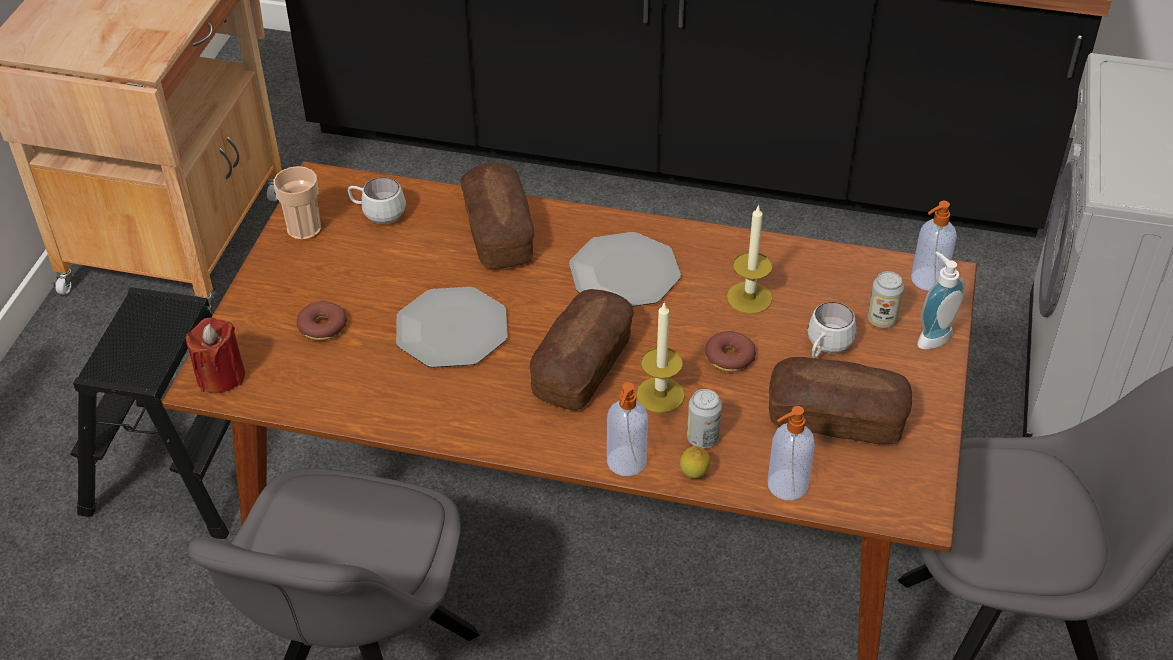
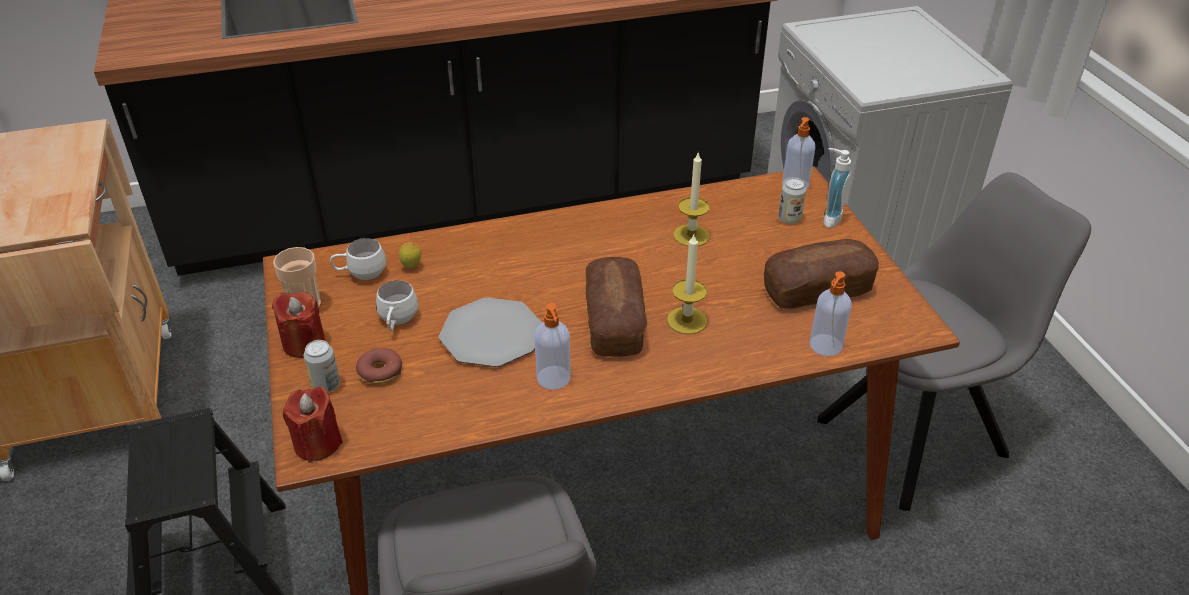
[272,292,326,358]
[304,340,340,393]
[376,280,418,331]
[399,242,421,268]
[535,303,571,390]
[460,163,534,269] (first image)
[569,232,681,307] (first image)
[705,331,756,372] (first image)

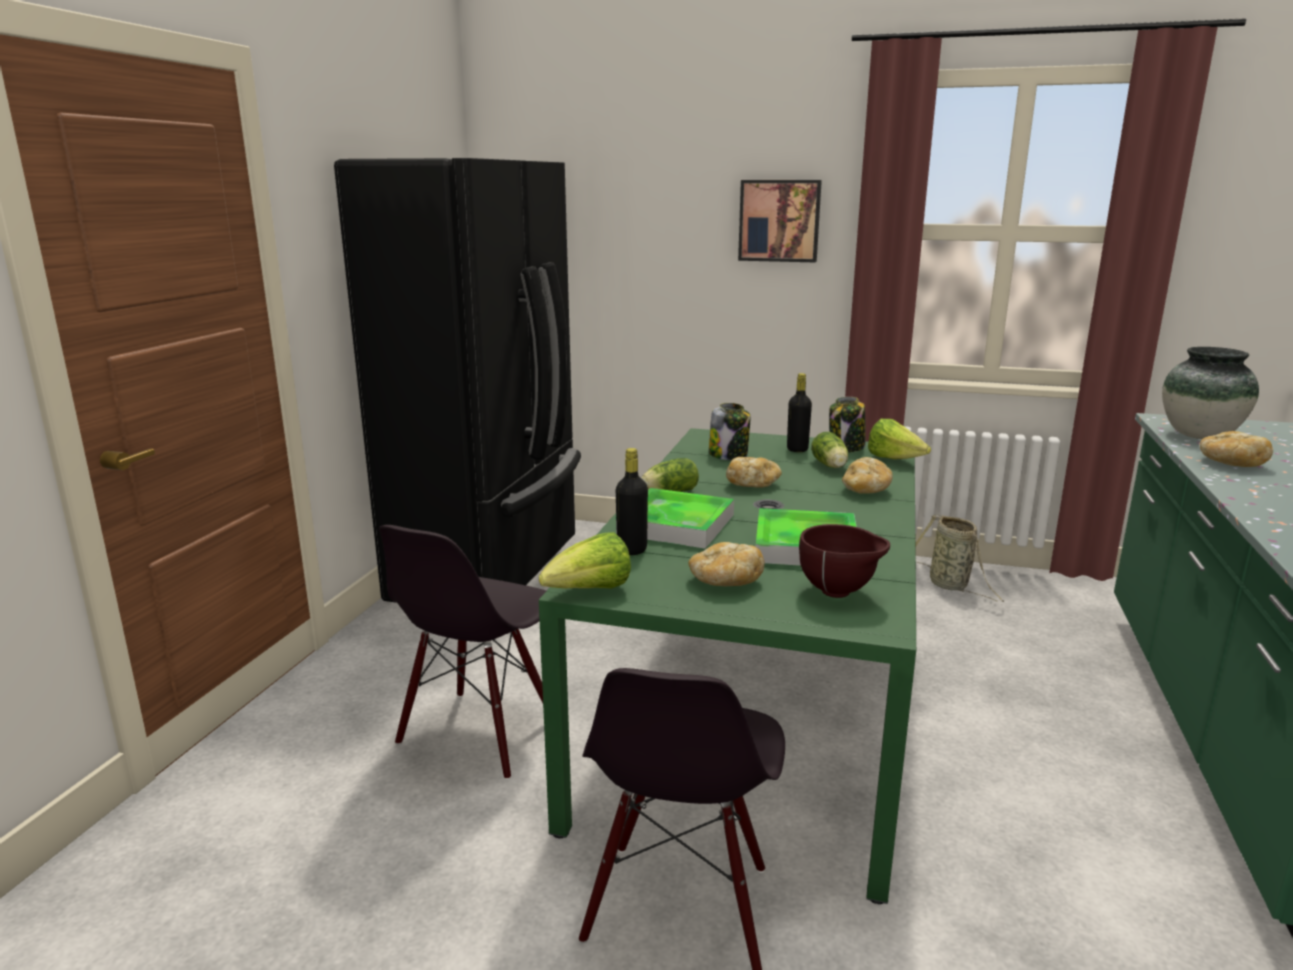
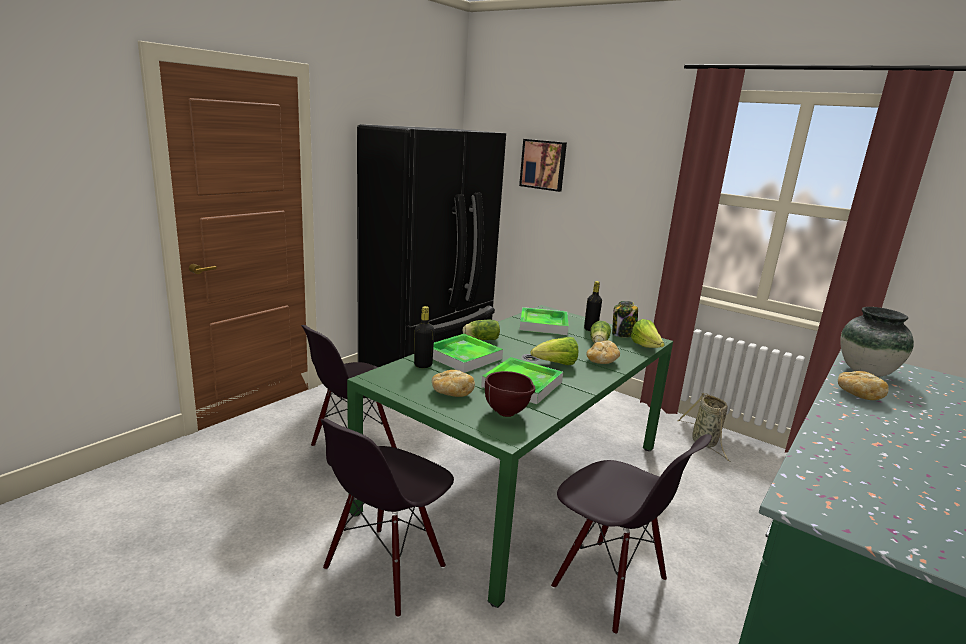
[519,139,567,192]
[519,307,569,335]
[531,337,578,365]
[551,434,712,635]
[726,457,782,488] (first image)

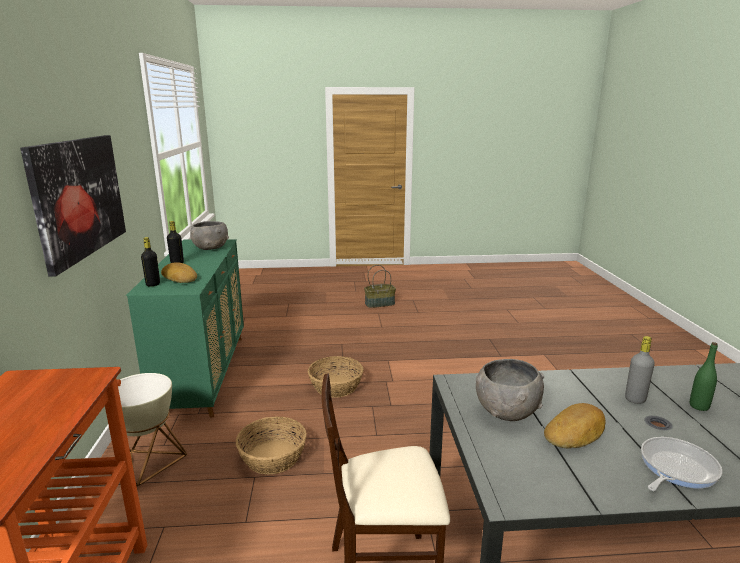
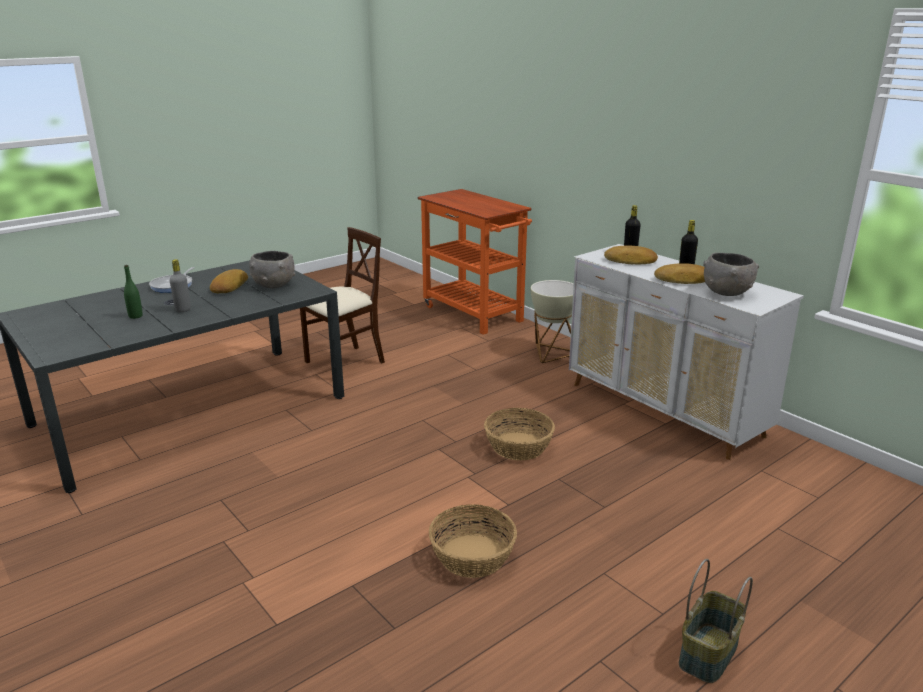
[429,505,517,578]
[569,244,804,460]
[654,263,705,284]
[20,135,126,277] (first image)

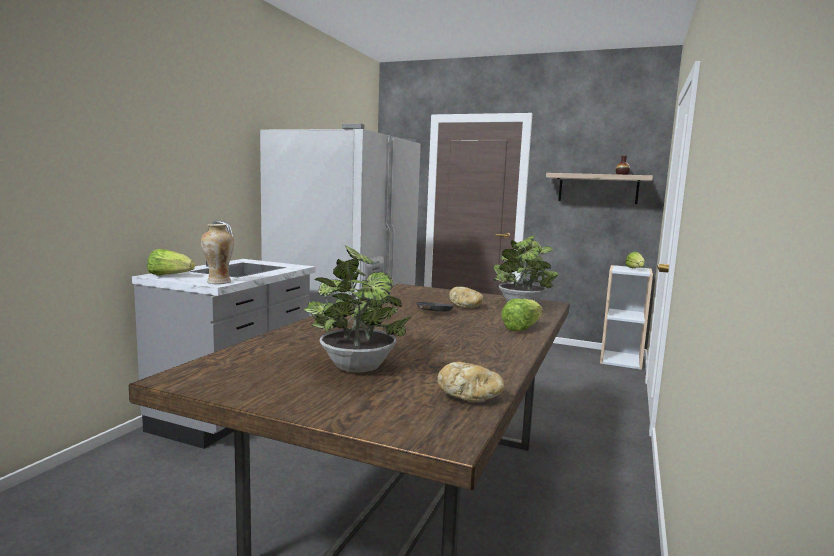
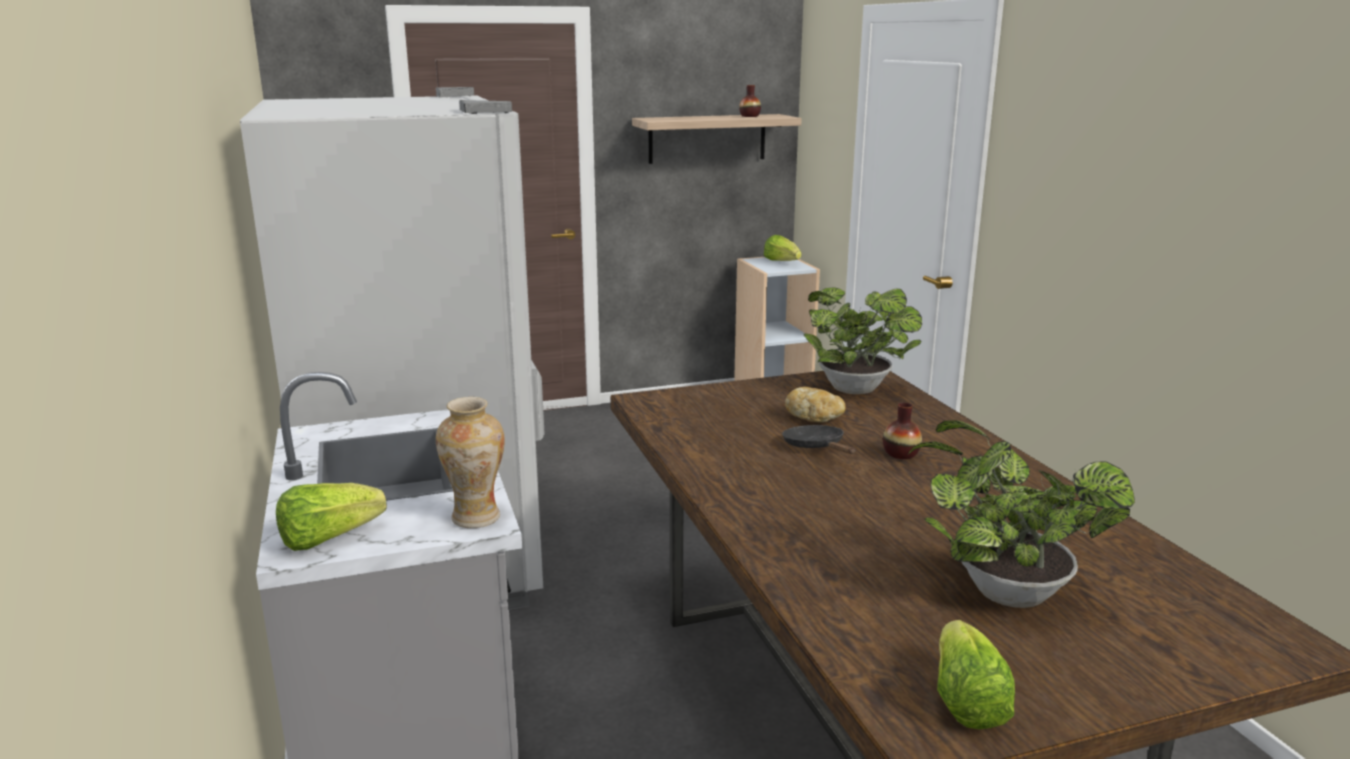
[883,403,922,459]
[937,620,1015,729]
[437,362,504,402] (first image)

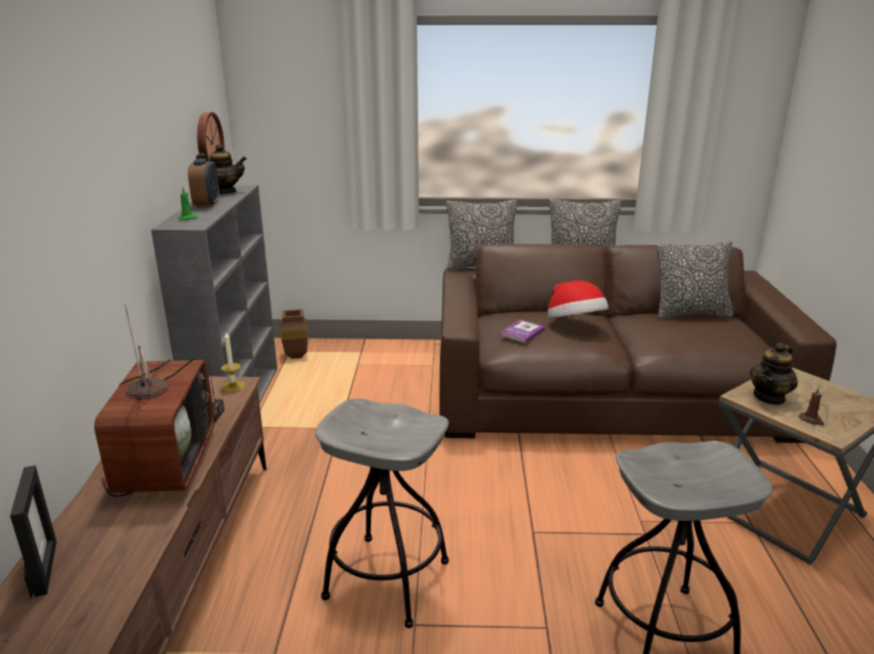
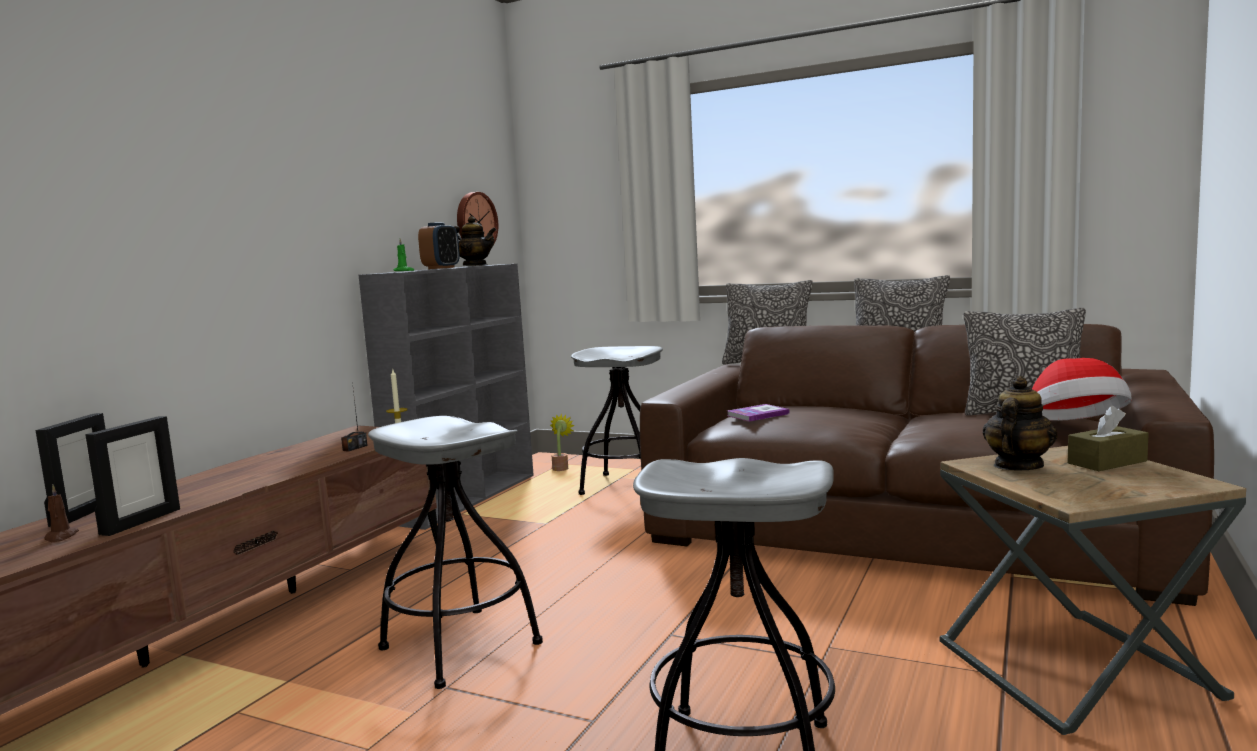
[44,485,79,542]
[85,416,180,536]
[550,413,575,471]
[571,346,663,495]
[982,376,1058,470]
[1032,358,1132,421]
[1068,406,1149,471]
[94,304,215,497] (first image)

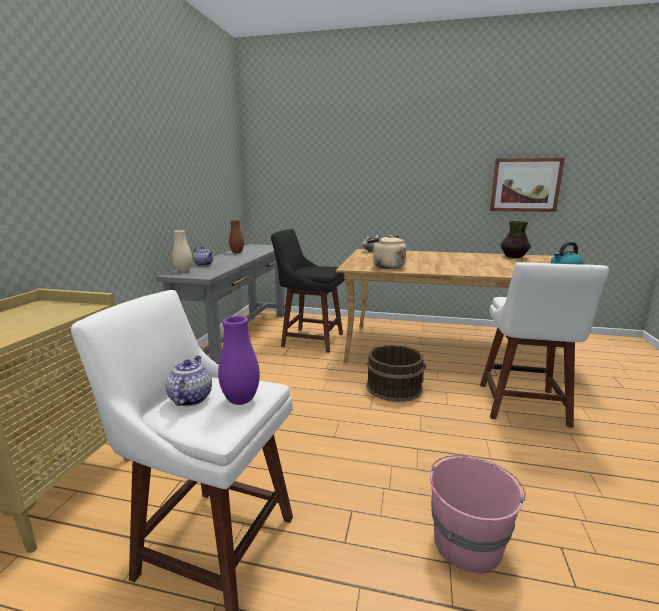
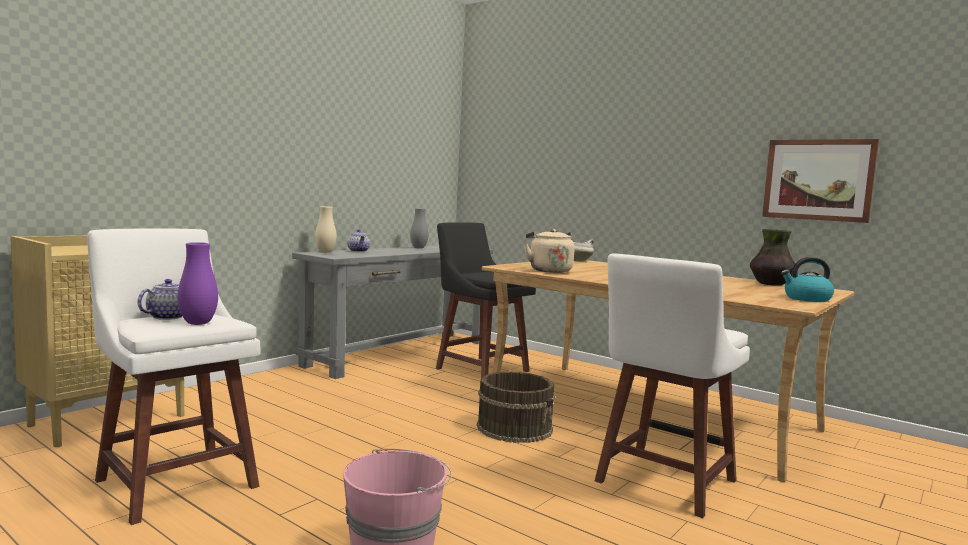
[410,208,429,248]

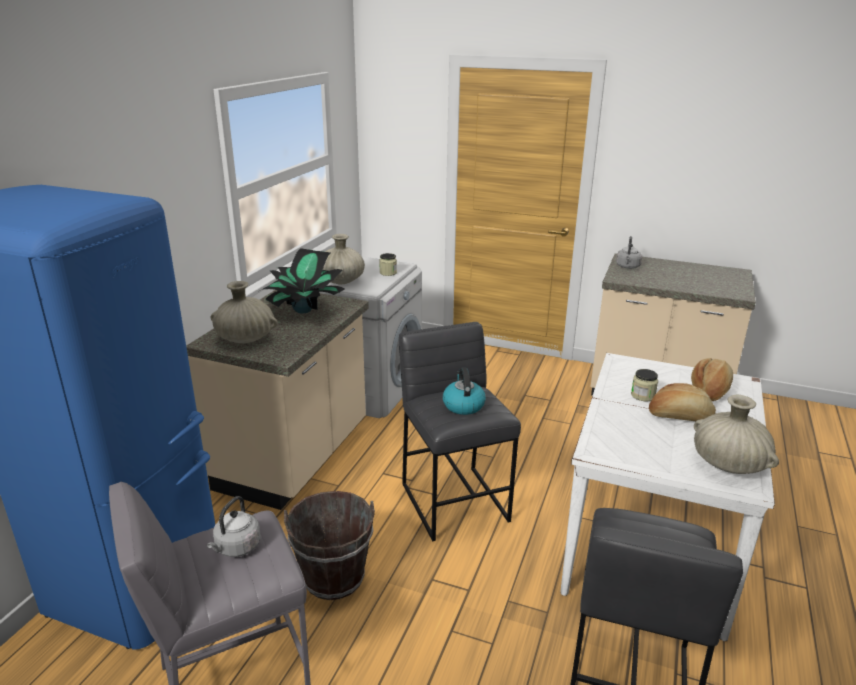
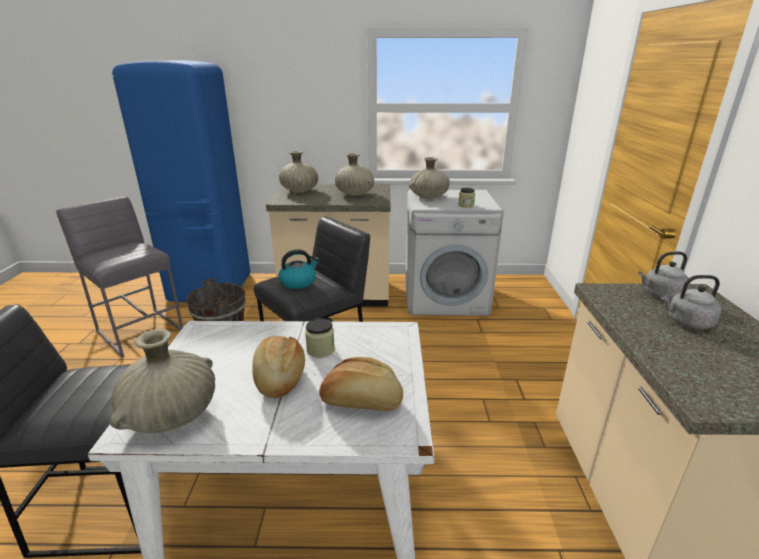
[335,153,374,196]
[661,275,722,329]

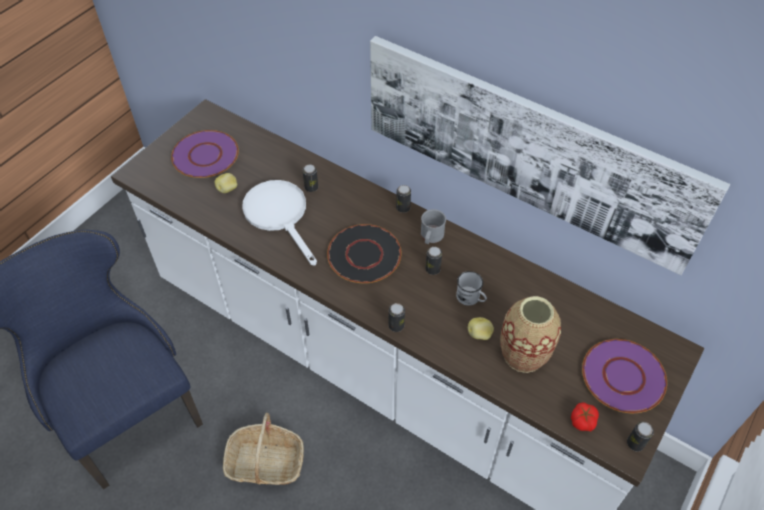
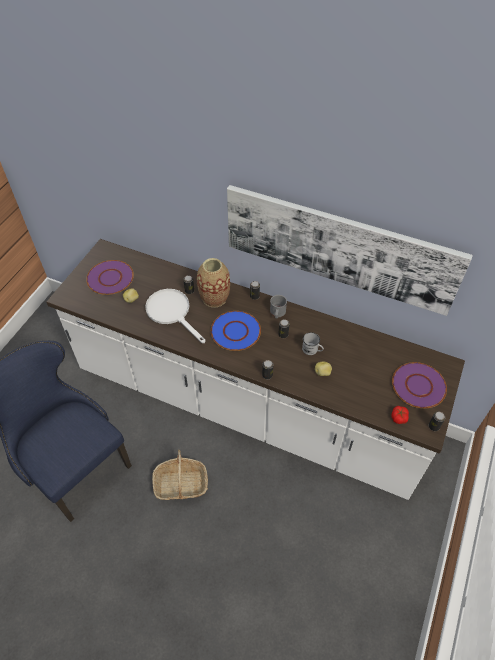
[197,258,230,307]
[211,311,261,351]

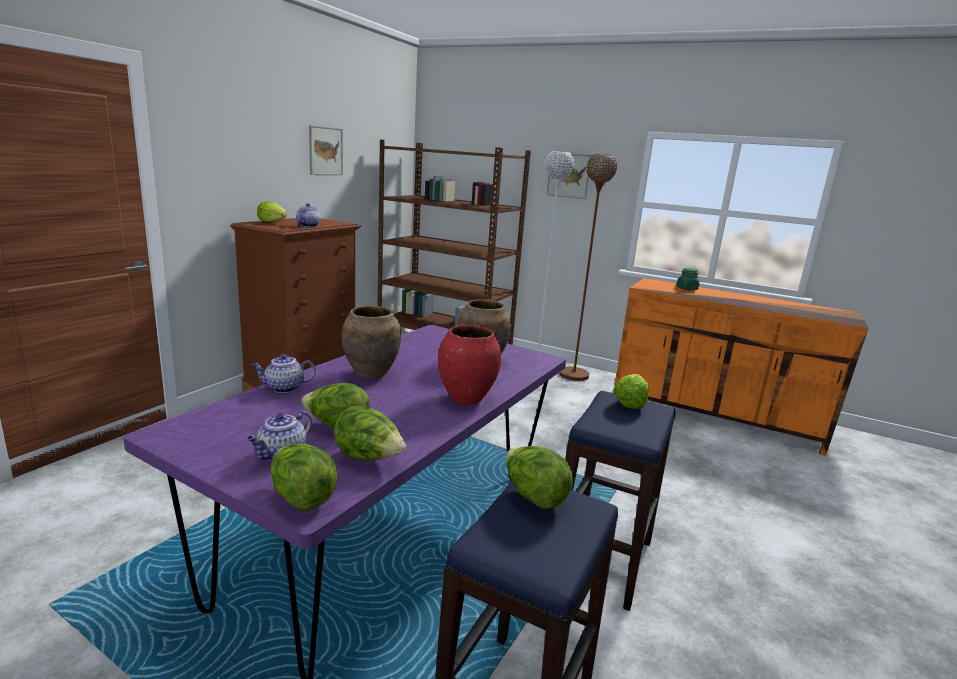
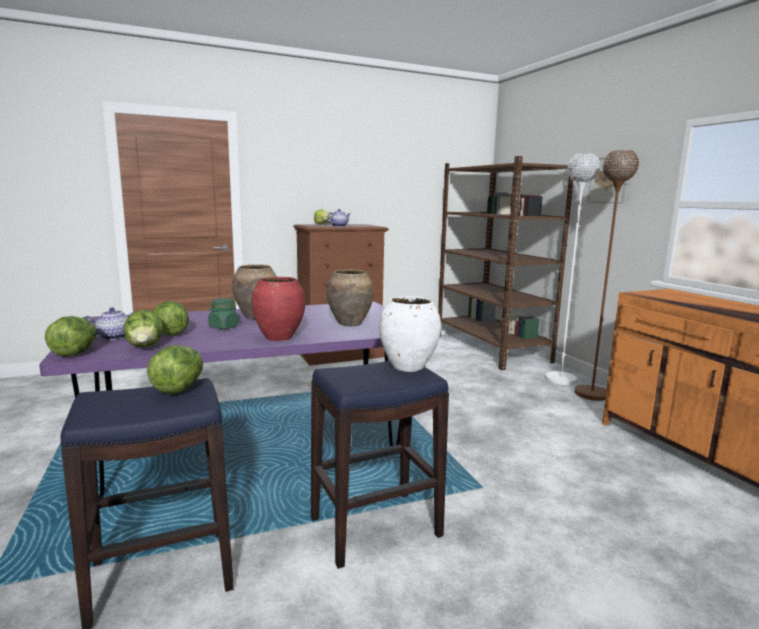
[208,298,239,329]
[379,296,441,372]
[251,354,316,393] (first image)
[309,125,343,175] (first image)

